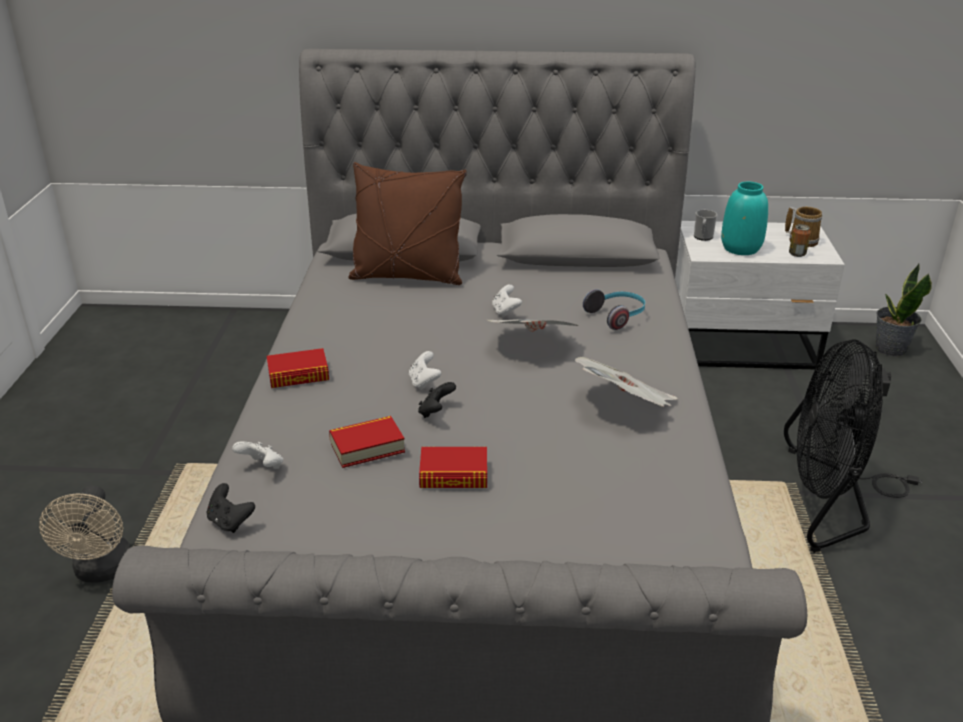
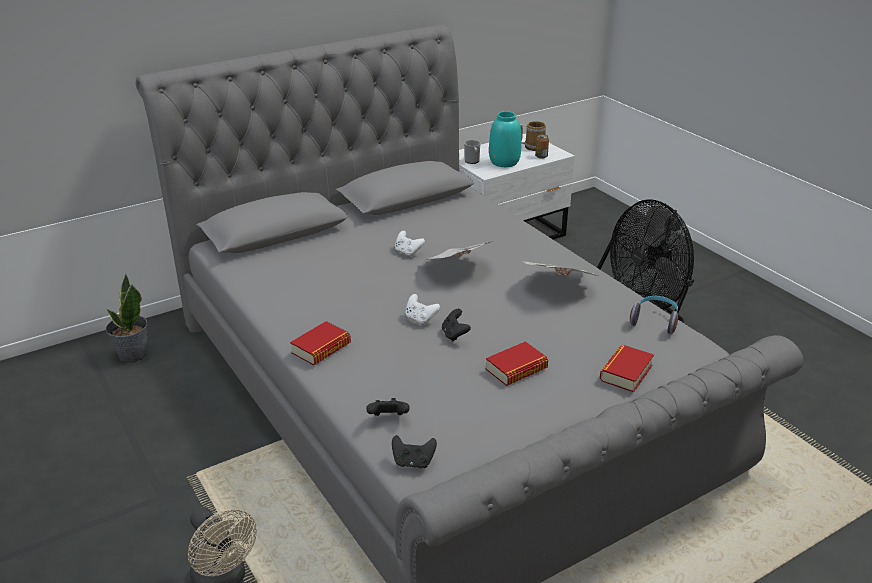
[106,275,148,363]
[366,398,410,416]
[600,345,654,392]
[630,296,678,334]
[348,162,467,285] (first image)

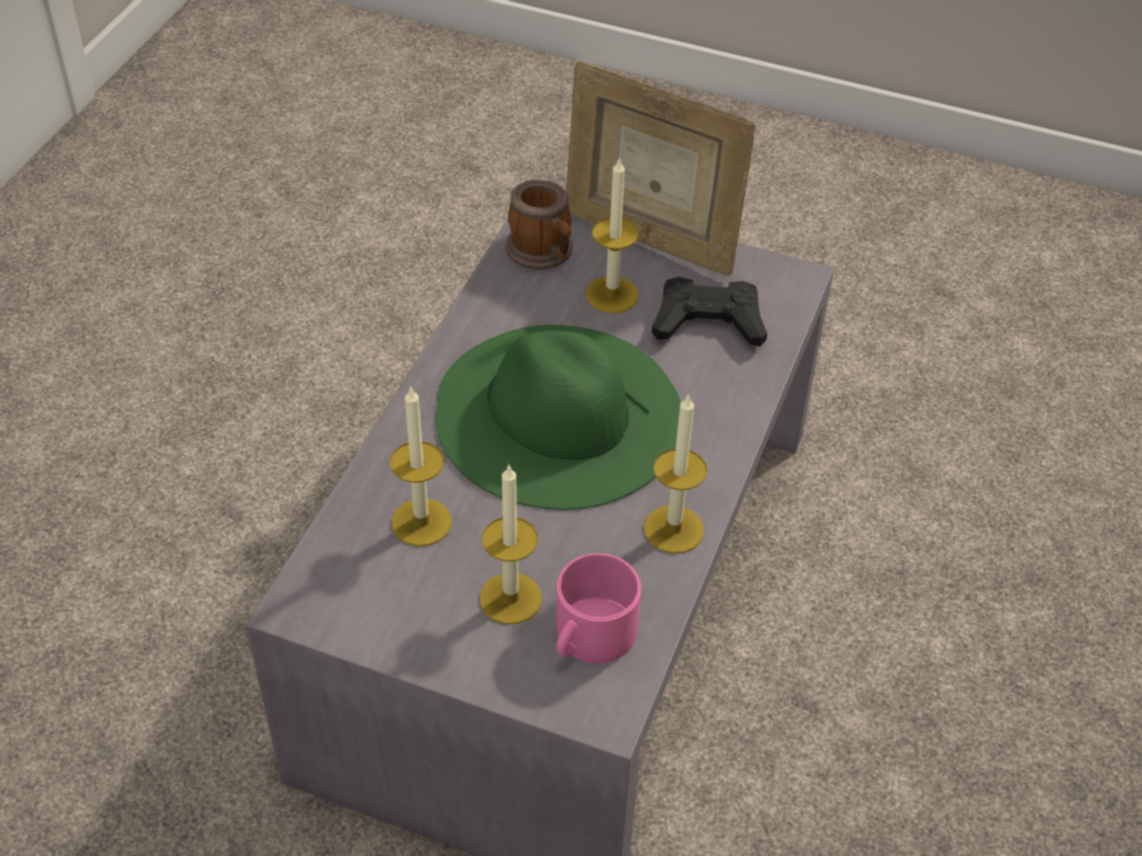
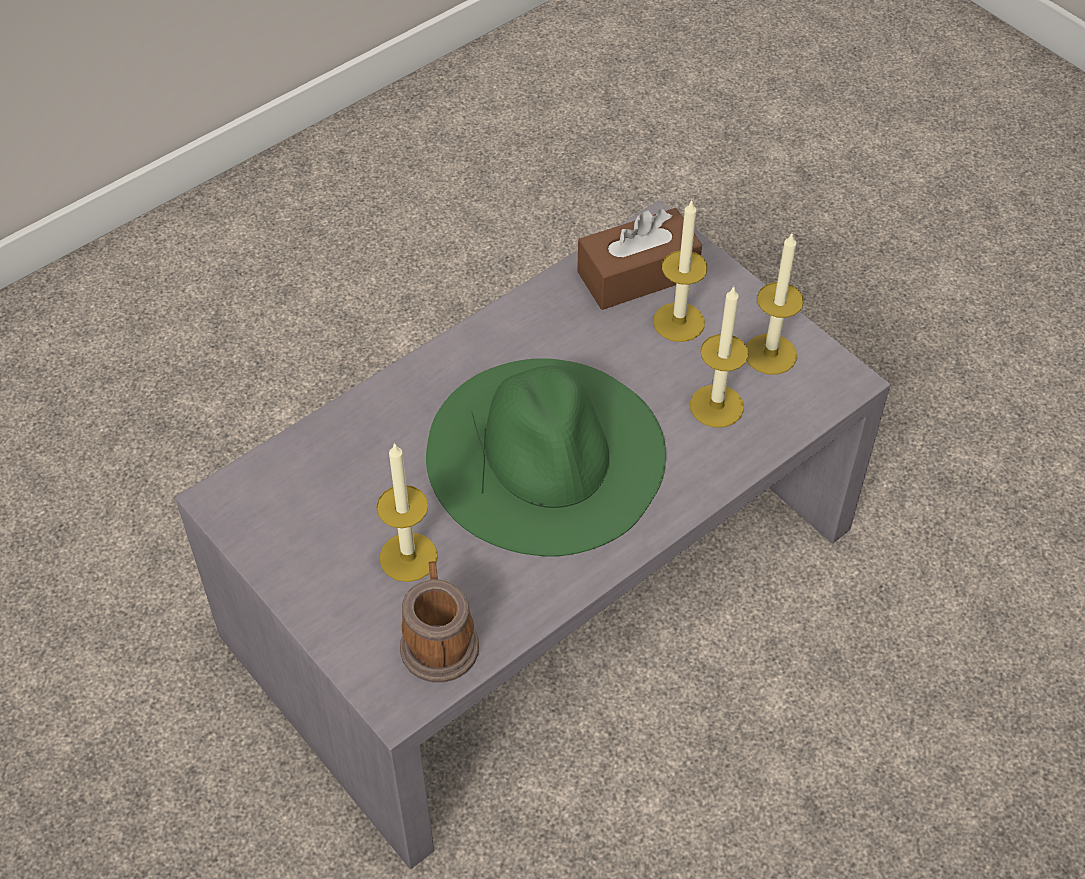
[577,208,702,310]
[746,234,804,374]
[566,61,756,275] (first image)
[652,277,767,347] (first image)

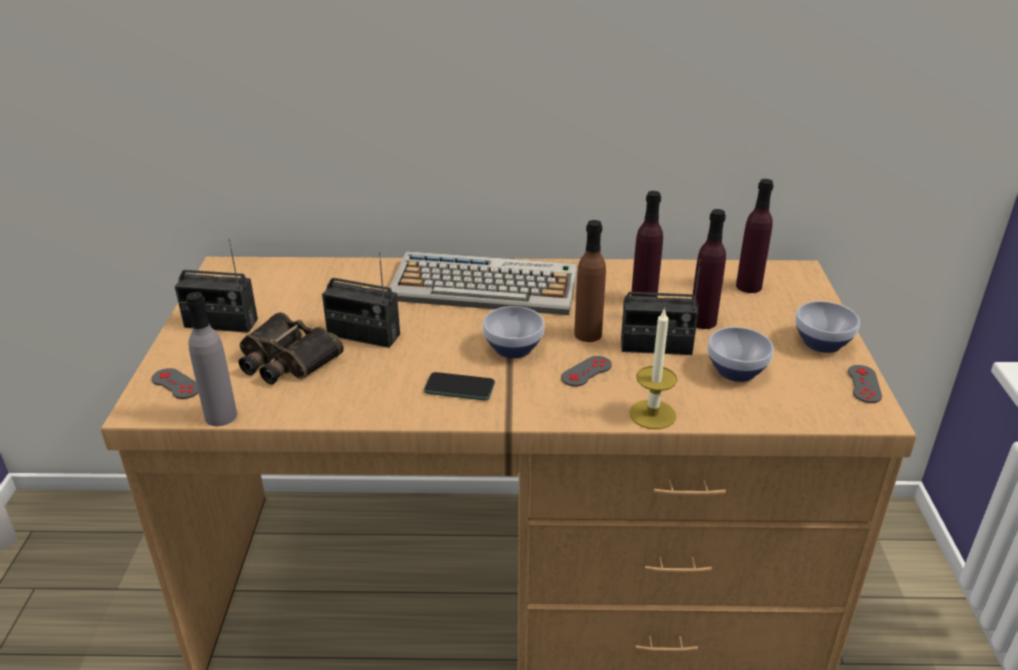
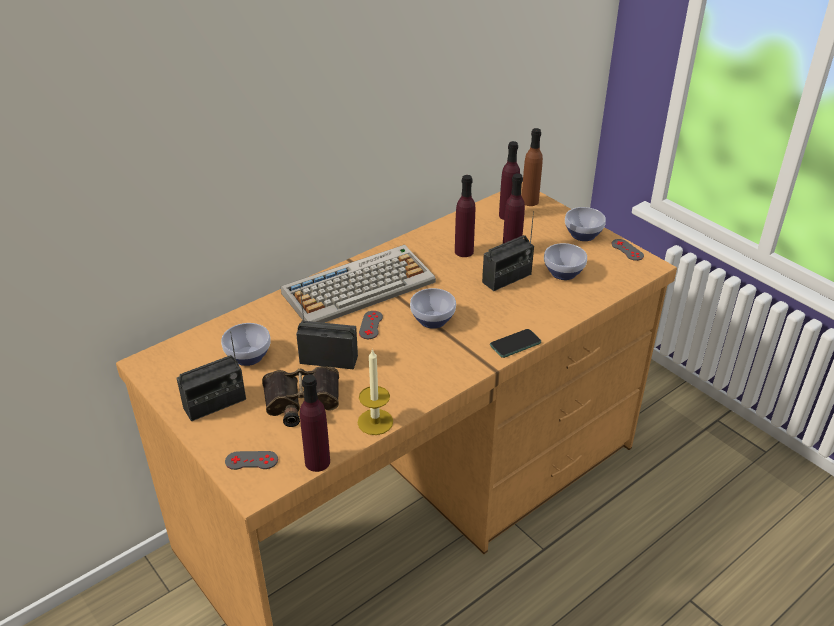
[221,323,271,366]
[296,287,358,370]
[300,374,330,472]
[357,349,393,435]
[359,311,383,339]
[490,329,541,358]
[522,128,543,206]

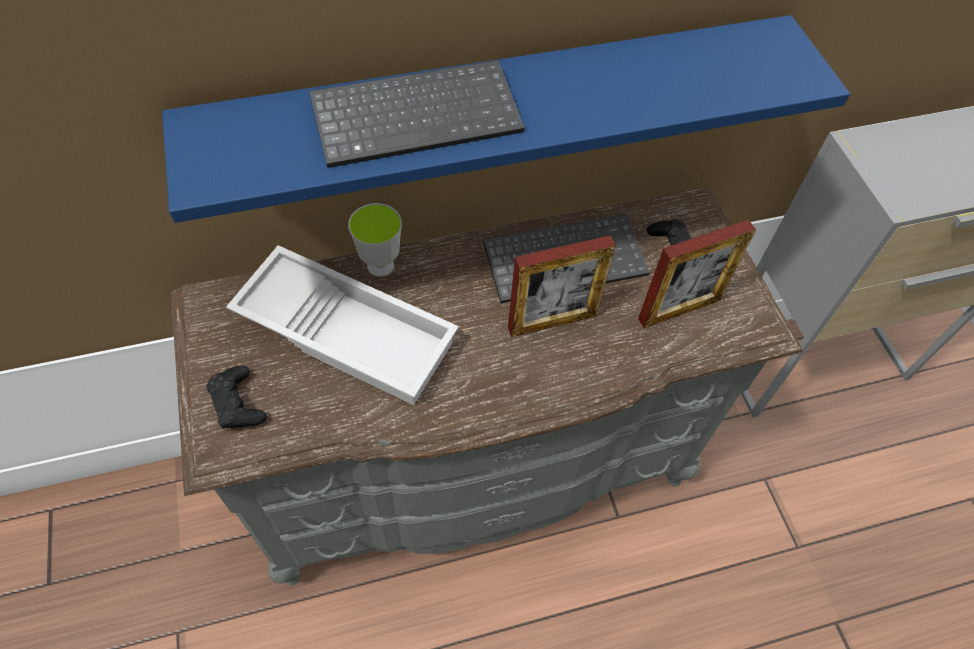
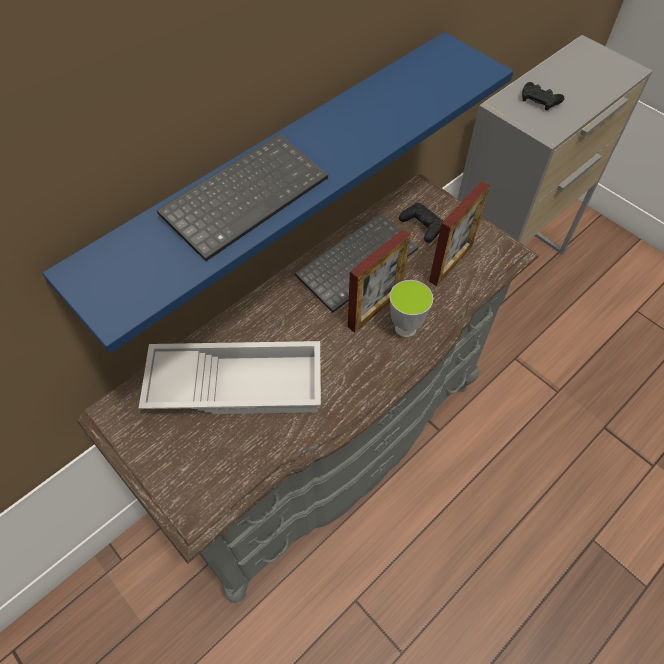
[390,280,433,338]
[522,82,564,111]

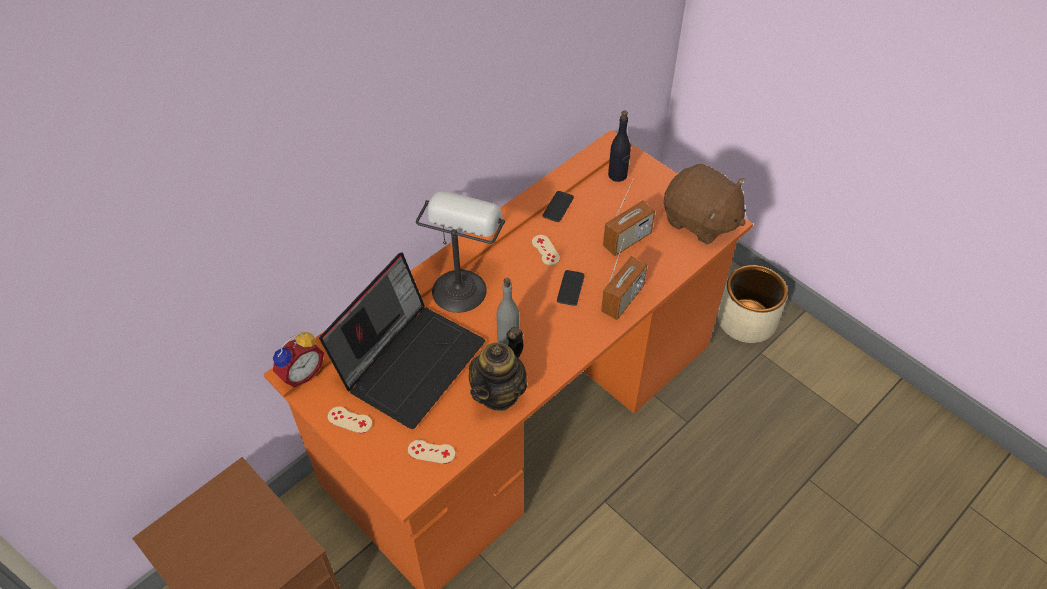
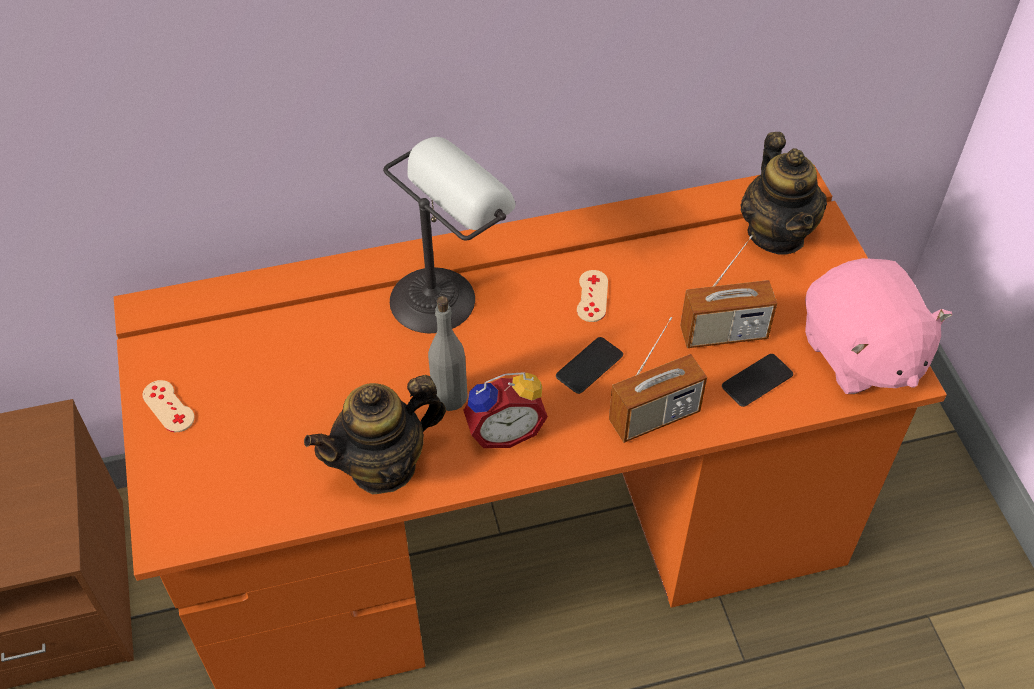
[463,372,548,448]
[722,354,793,407]
[740,132,827,255]
[805,258,952,394]
[319,252,485,429] (first image)
[408,440,455,464] (first image)
[718,265,788,343] (first image)

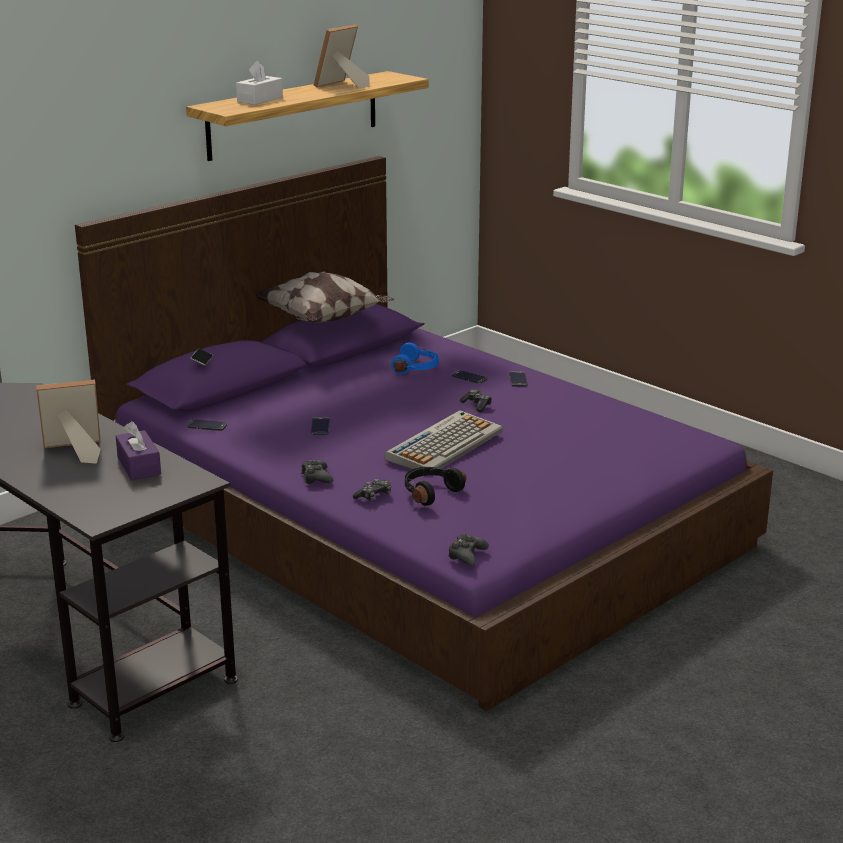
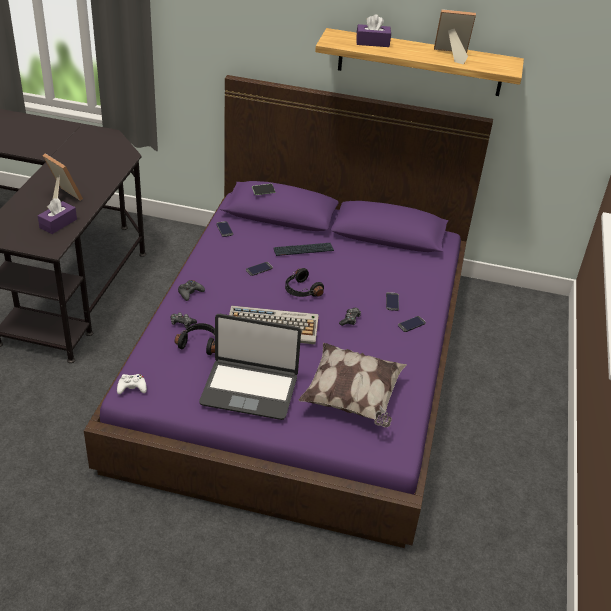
[117,374,147,394]
[199,314,301,420]
[273,243,334,256]
[285,268,324,297]
[298,343,407,427]
[356,14,391,47]
[391,343,439,374] (first image)

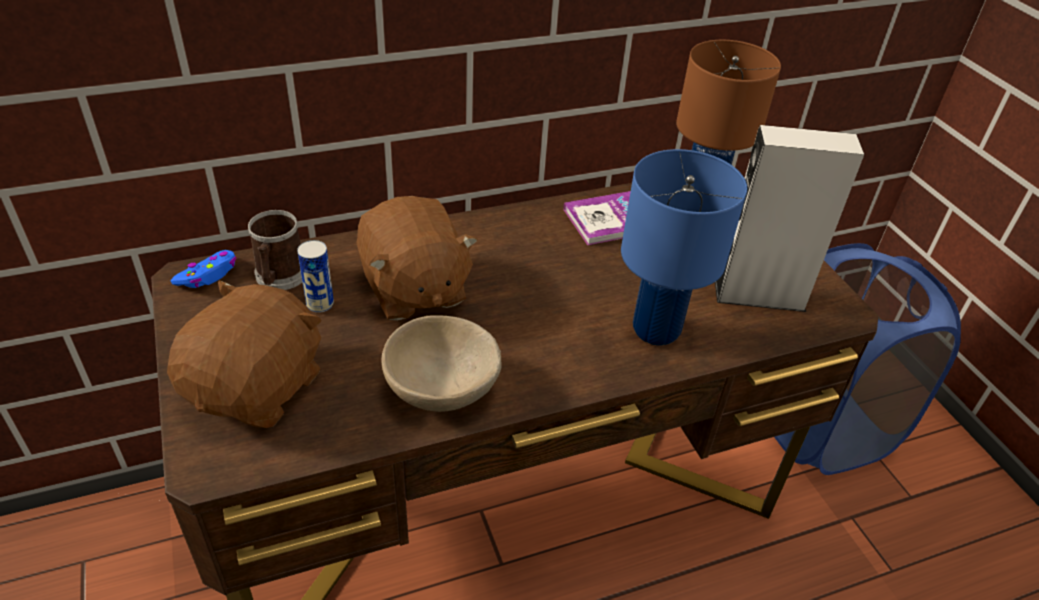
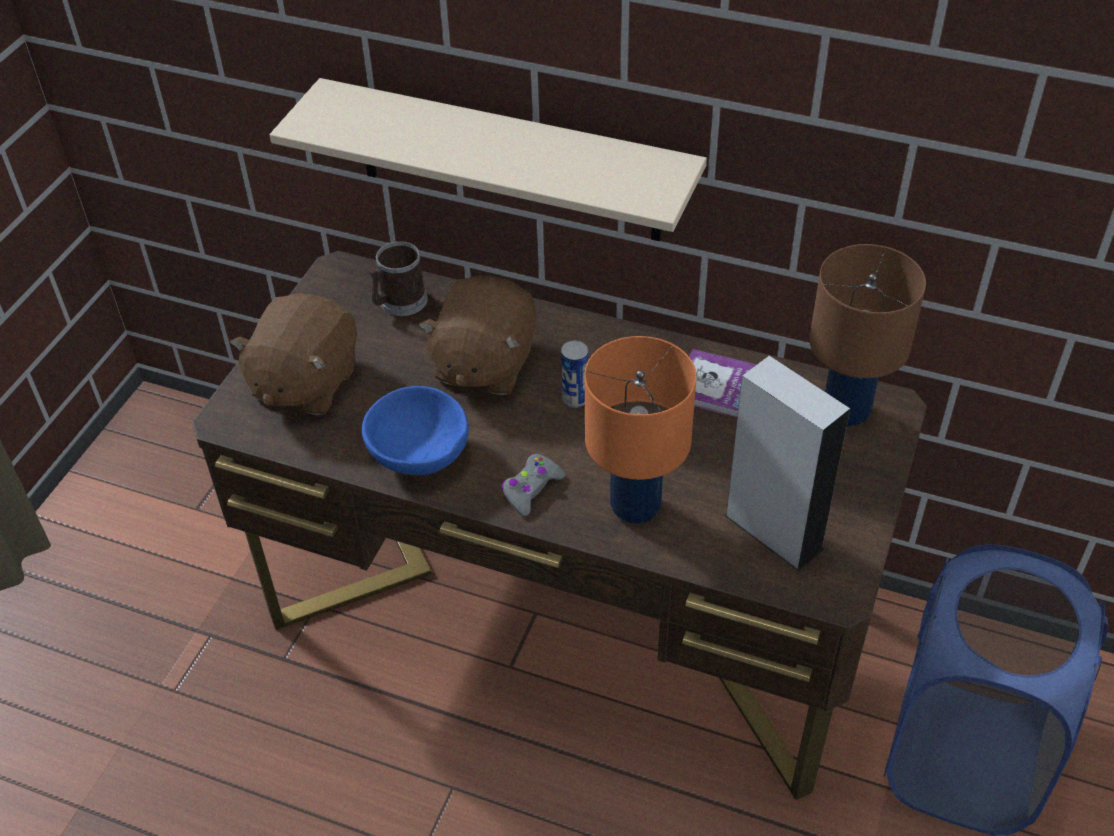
[230,293,357,415]
[270,78,707,241]
[362,386,469,475]
[501,454,565,516]
[561,340,588,408]
[585,336,696,524]
[171,250,236,288] (first image)

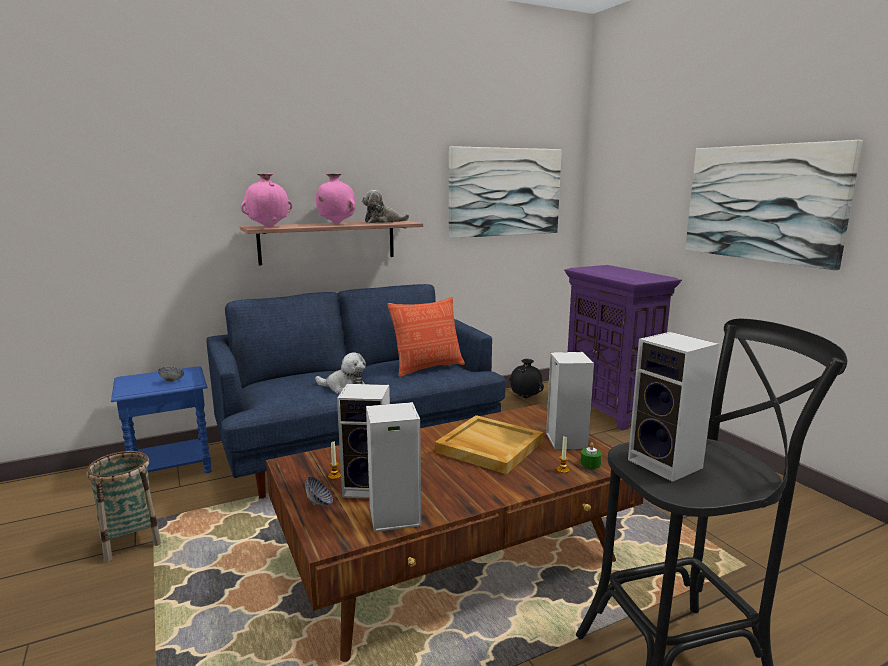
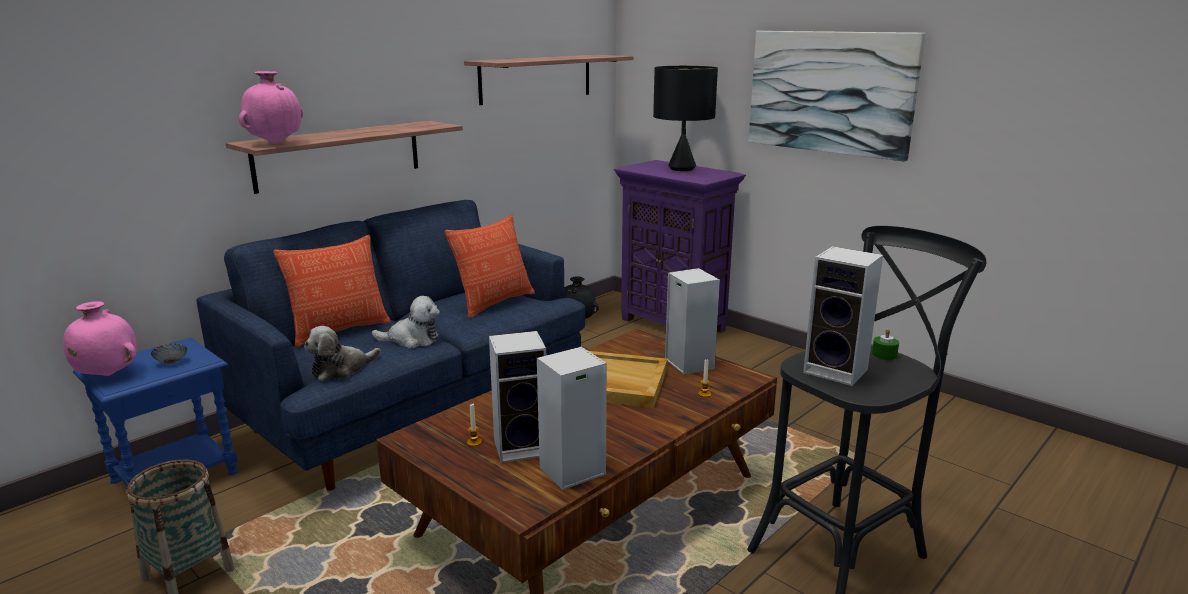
[63,301,137,376]
[273,235,391,347]
[304,326,381,382]
[464,55,633,105]
[653,66,718,171]
[872,329,899,360]
[305,476,333,505] (first image)

